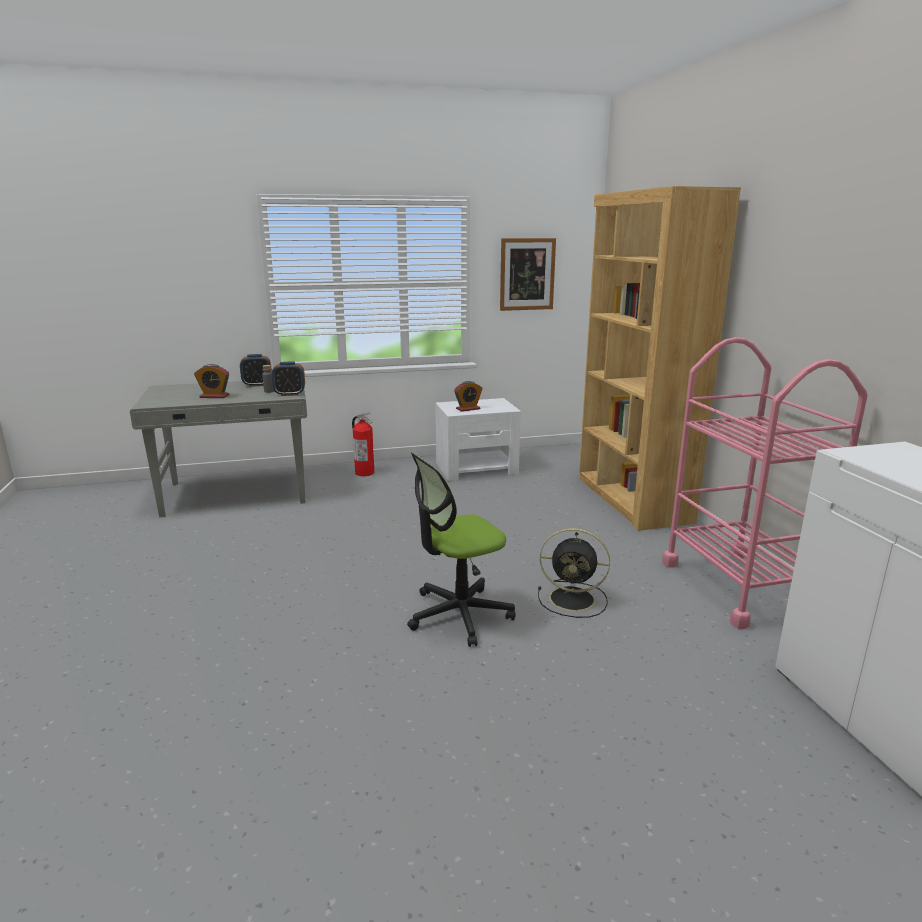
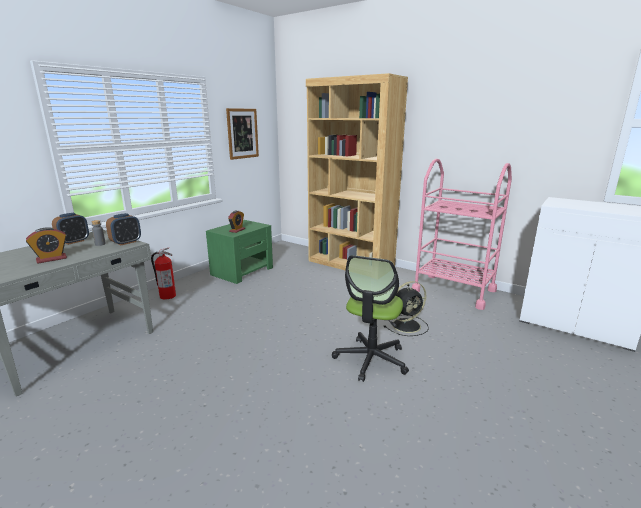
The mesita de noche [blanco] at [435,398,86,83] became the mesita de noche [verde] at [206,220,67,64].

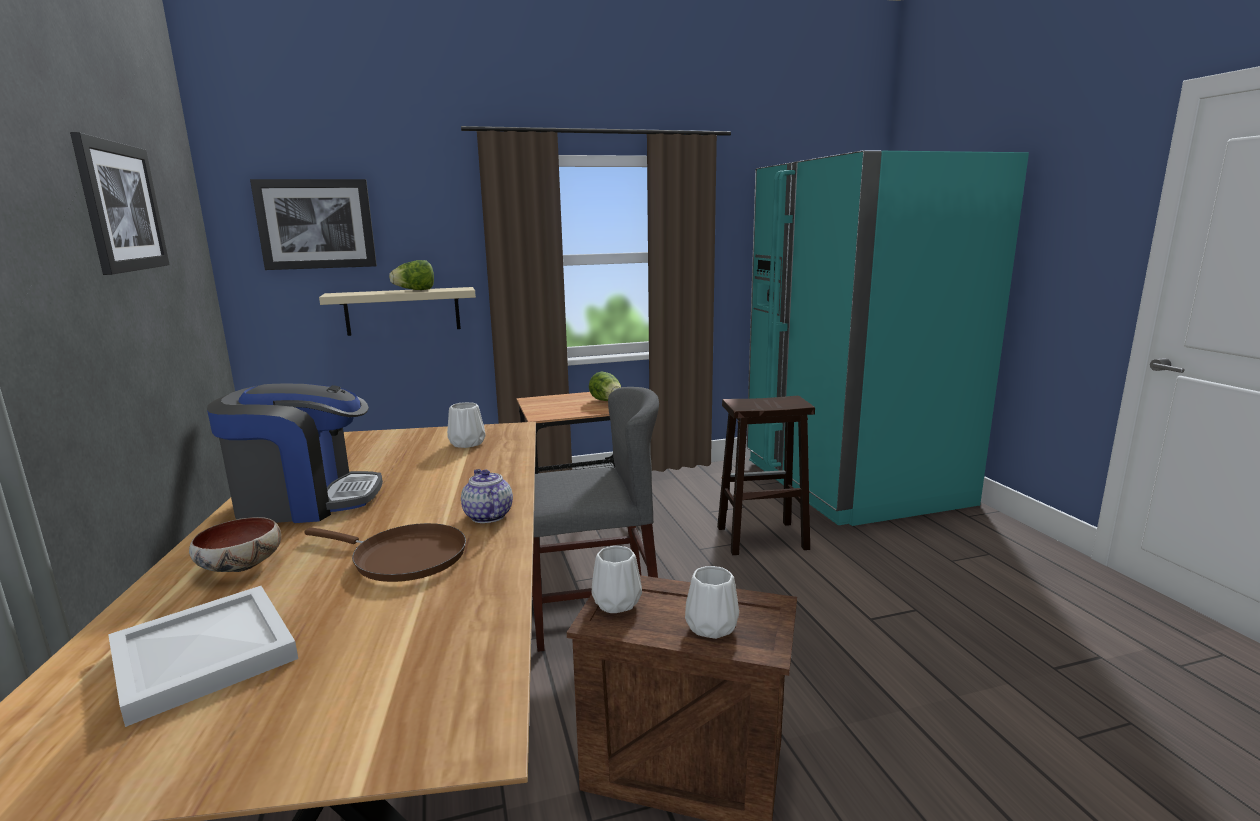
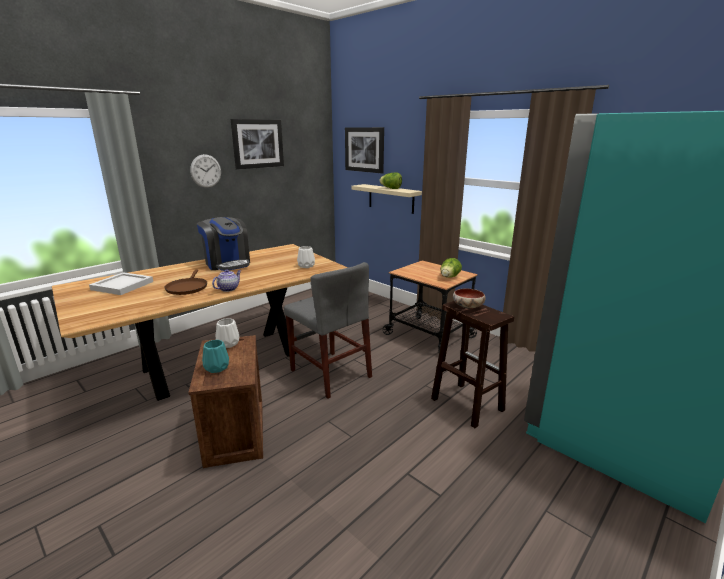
The cuenco moved from [189,517,92,55] to [453,288,32,21].
The florero [blanco] at [685,566,54,73] became the florero [turquesa] at [202,340,27,33].
The reloj de pared at [190,154,31,34] appeared.

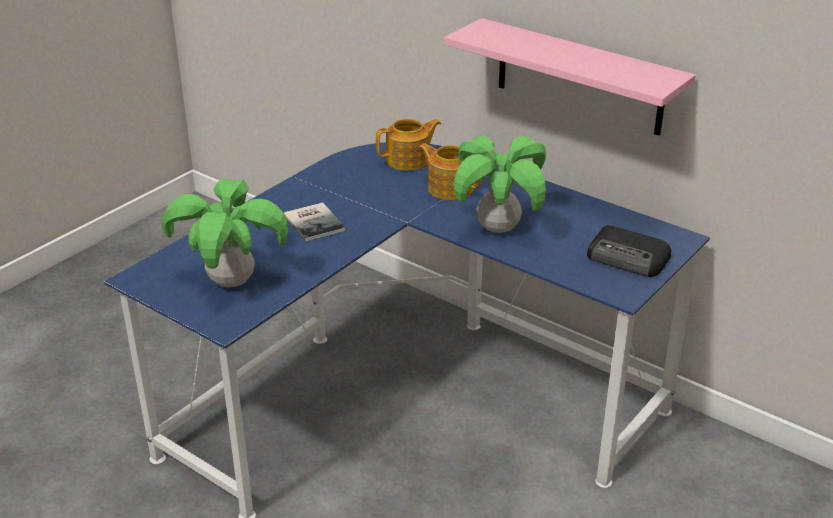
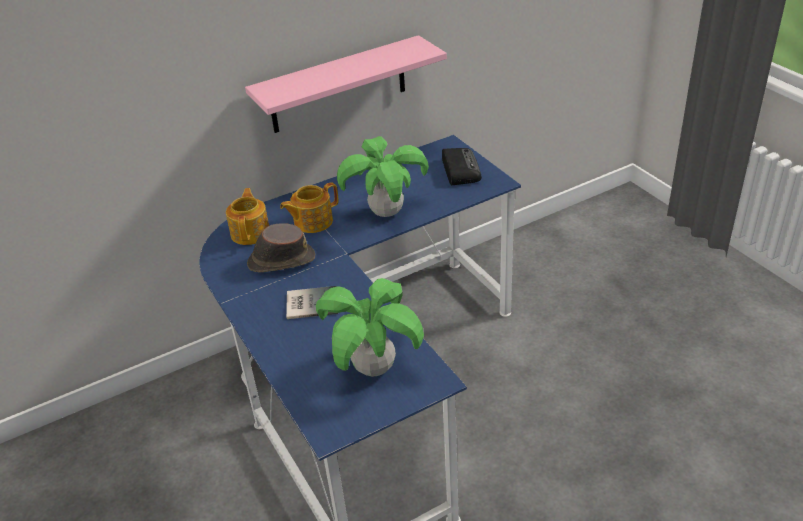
The radio at [587,225,84,52] turned 60 degrees counterclockwise.
The sombrero [marrón] at [247,223,68,50] appeared.

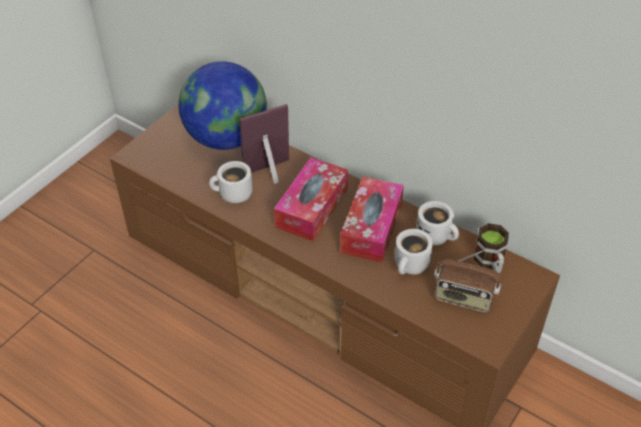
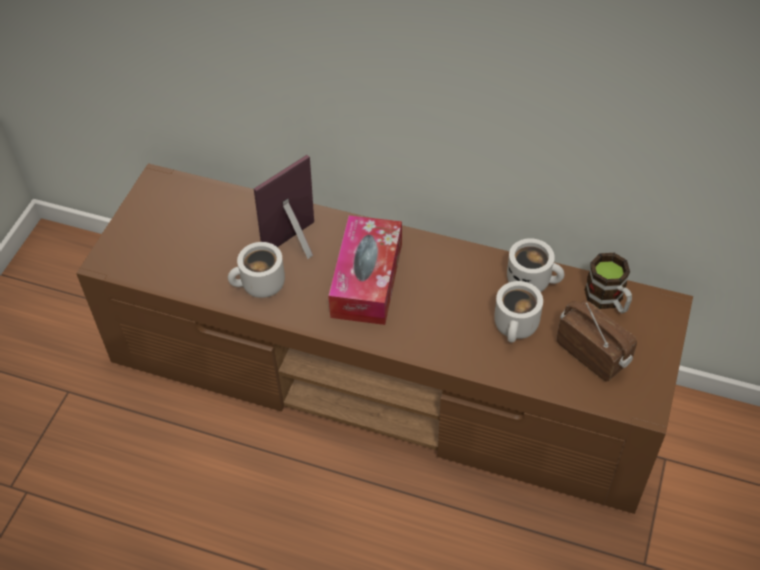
The globo terráqueo at [178,61,89,89] disappeared.
The caja de pañuelos at [340,177,64,86] disappeared.
The radio at [434,249,67,63] turned 135 degrees counterclockwise.

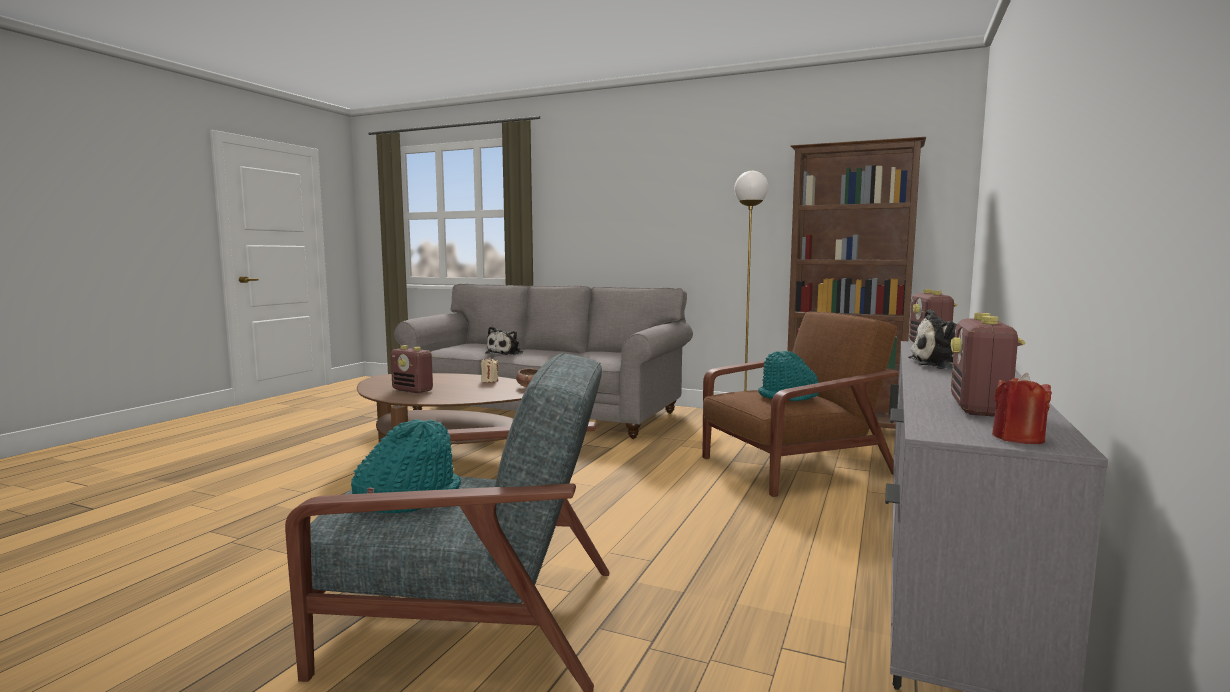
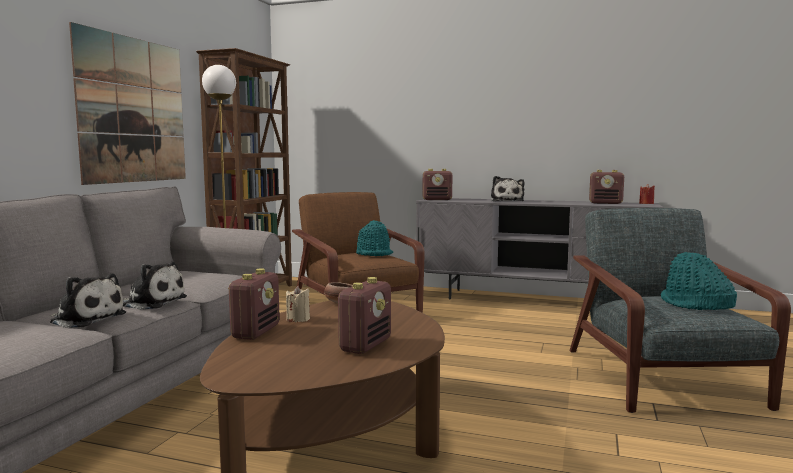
The cuadro at [69,22,117,163] appeared.
The peluche at [123,262,64,48] appeared.
The radio at [228,268,52,72] appeared.

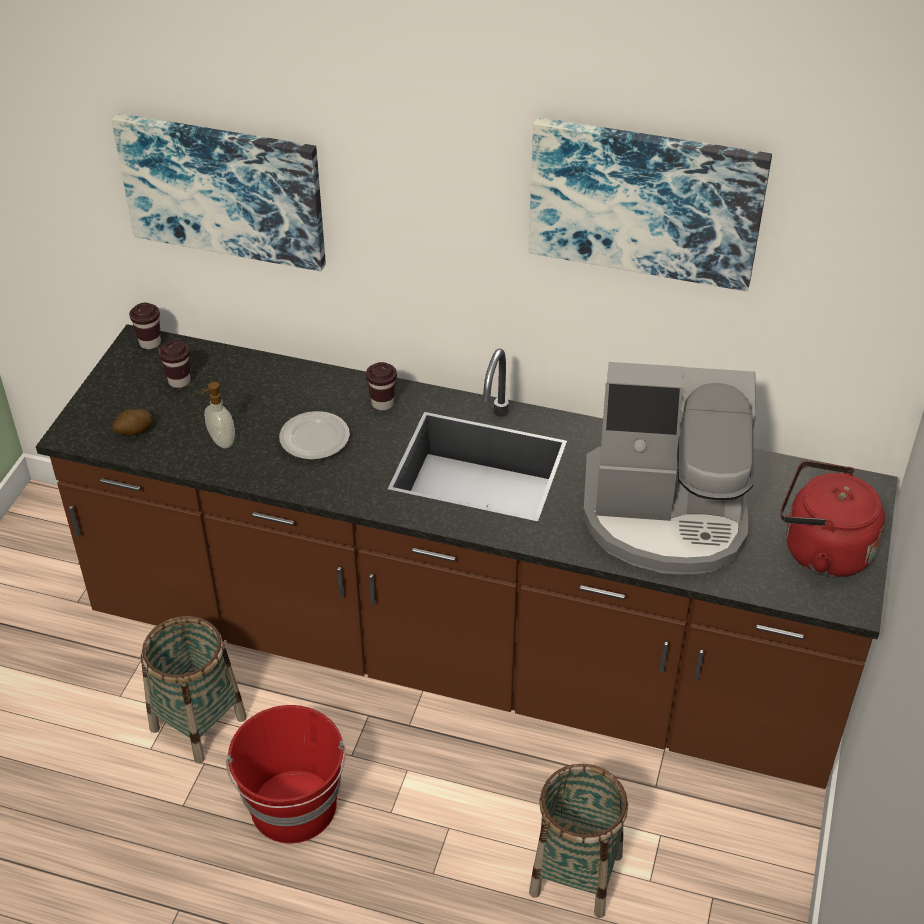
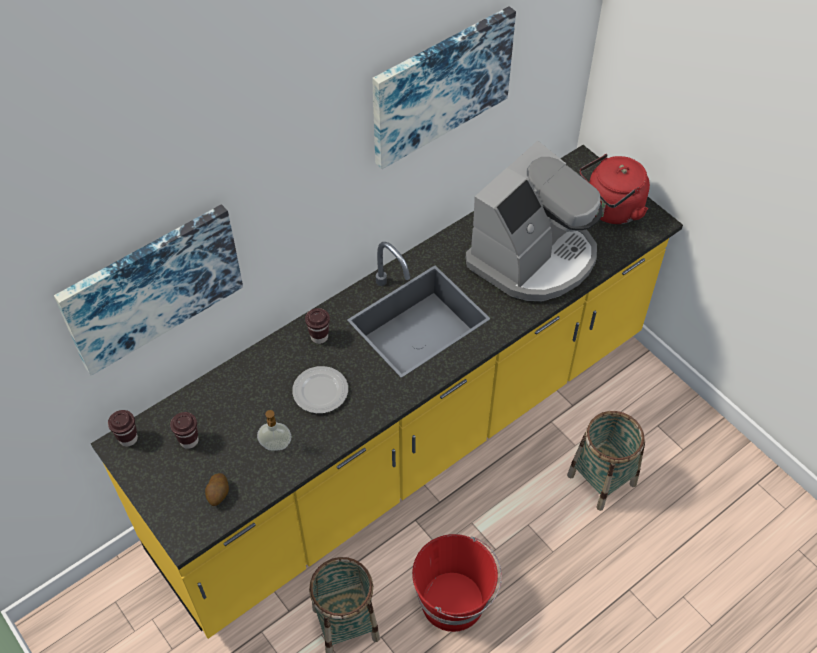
The mueble bajo de cocina [marrón] at [36,324,862,465] became the mueble bajo de cocina [amarillo] at [91,145,592,494].

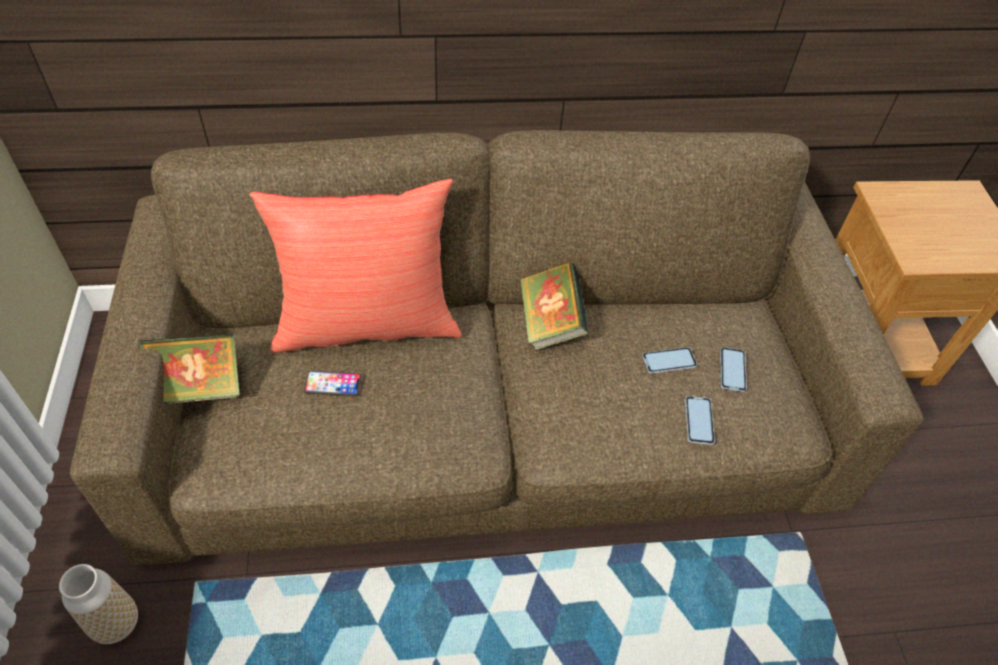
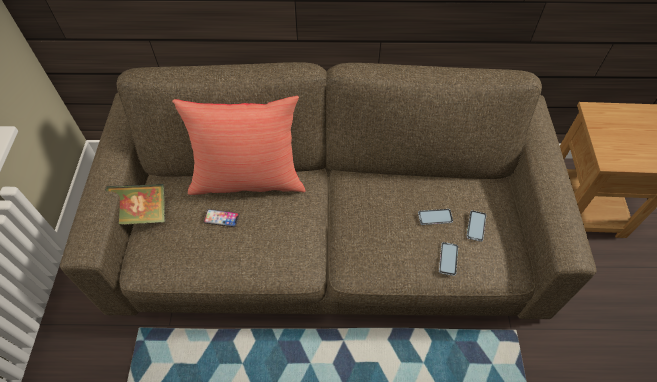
The libro at [520,263,69,87] disappeared.
The florero at [59,564,79,80] disappeared.

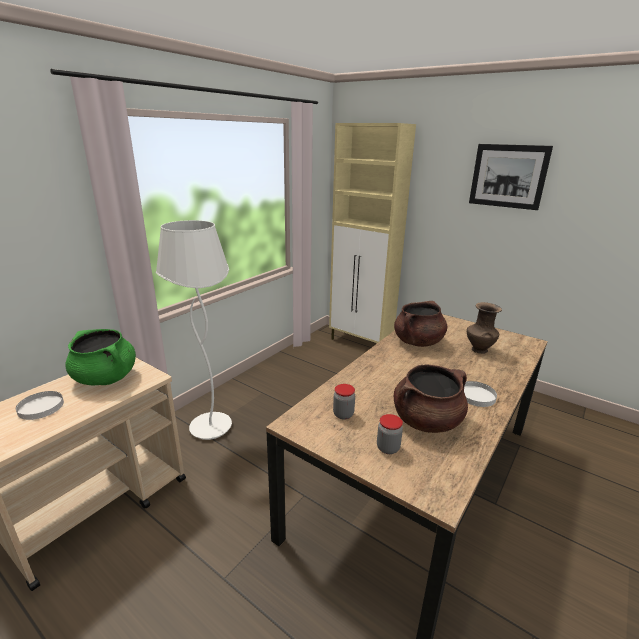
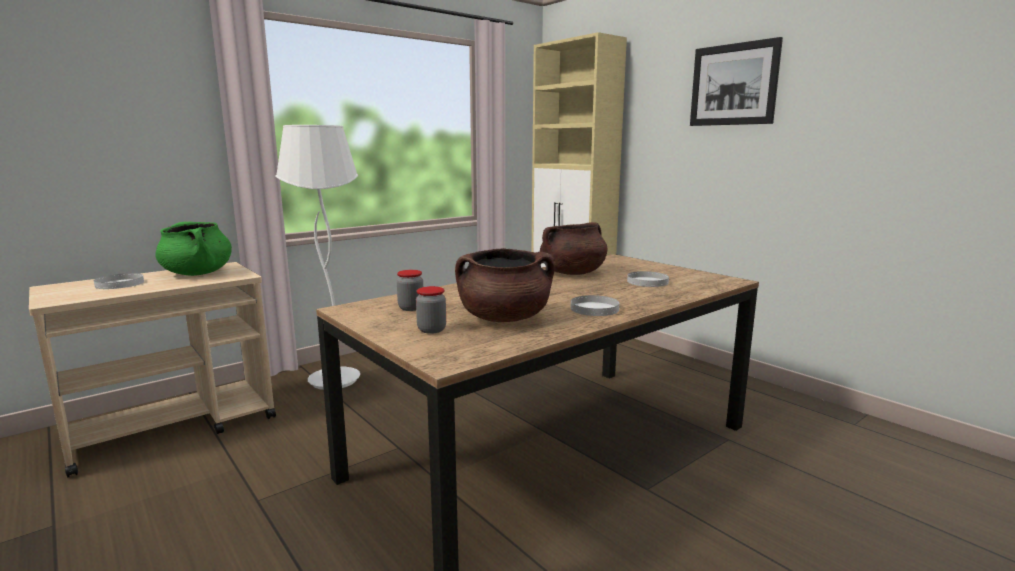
The florero [marrón] at [467,302,35,52] was replaced by the plato [blanco] at [627,271,42,16].

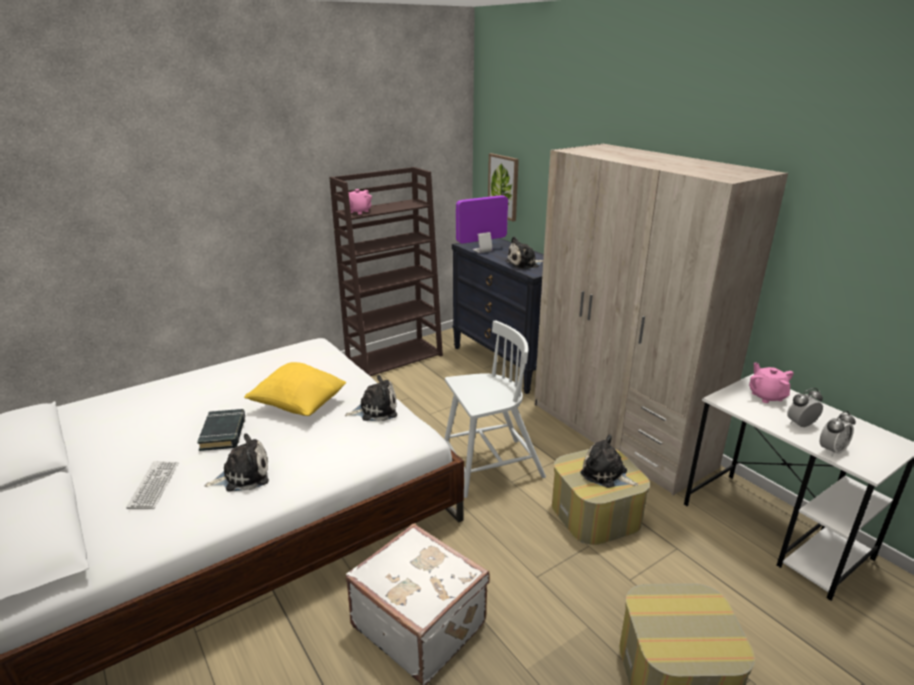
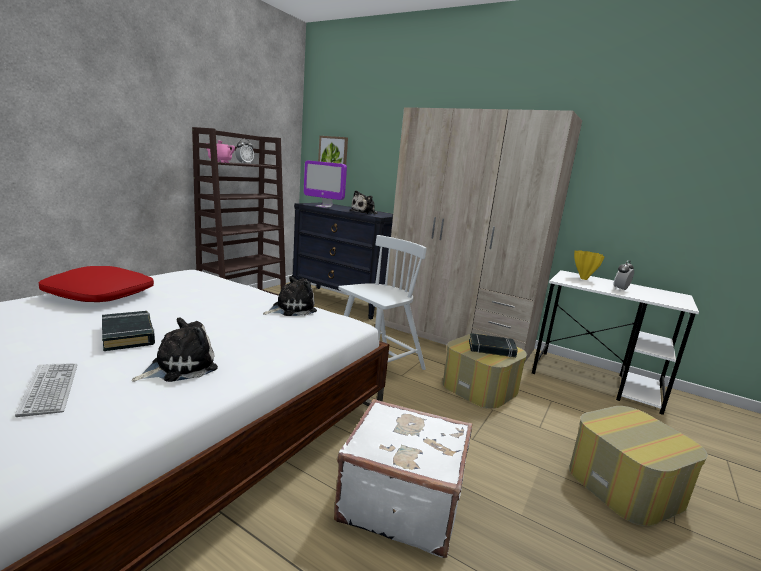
The monitor at [456,195,52,58] turned 105 degrees counterclockwise.
The cojín [amarillo] at [244,362,102,54] disappeared.
The tetera [rosa] at [749,363,45,40] was replaced by the florero [amarillo] at [574,250,31,30].
The despertador moved from [820,411,36,45] to [235,139,19,25].
The peluche at [580,435,59,53] was replaced by the libro [negro] at [469,333,49,25].
The cojín [rojo] at [39,266,115,36] appeared.

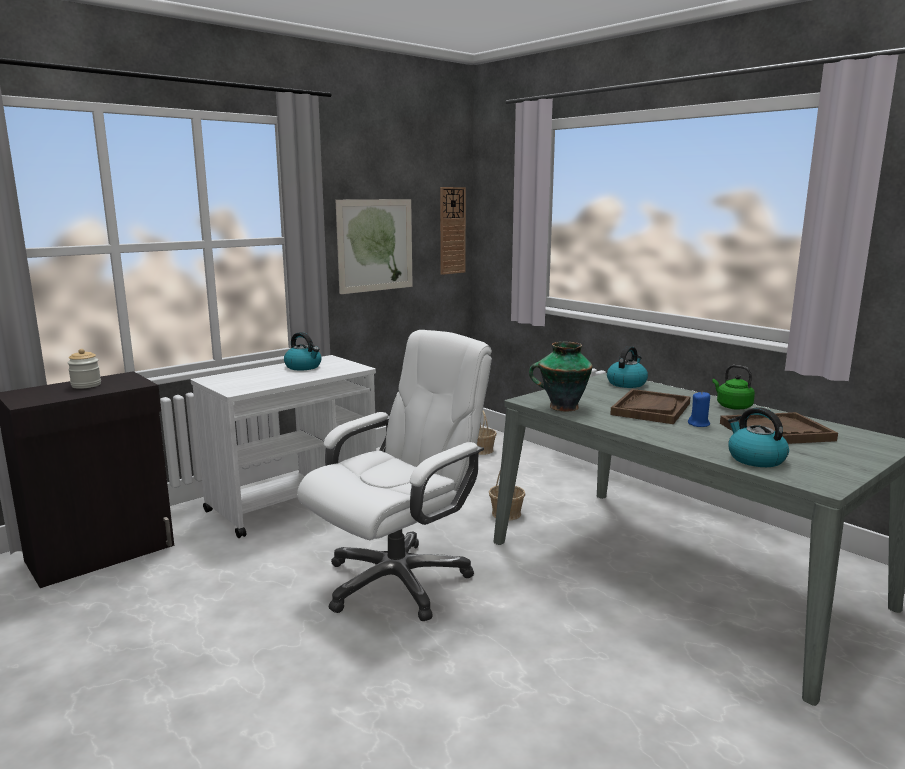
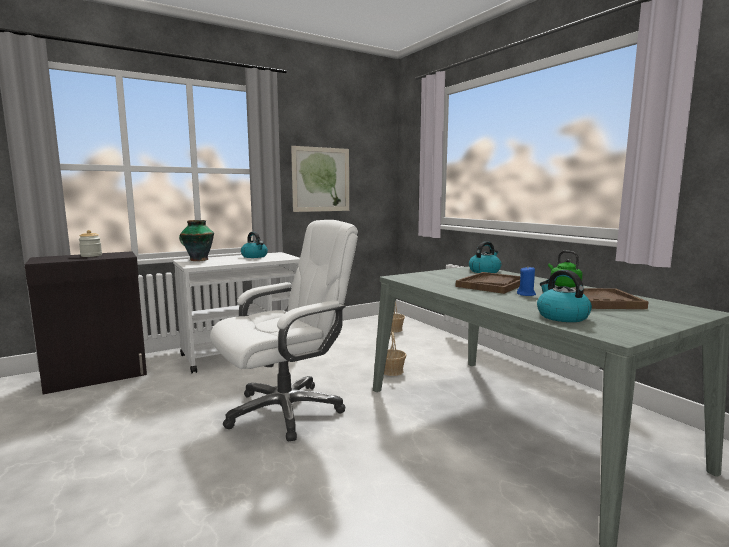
The reloj de pared at [440,187,26,88] disappeared.
The florero moved from [529,342,64,69] to [179,220,35,41].

